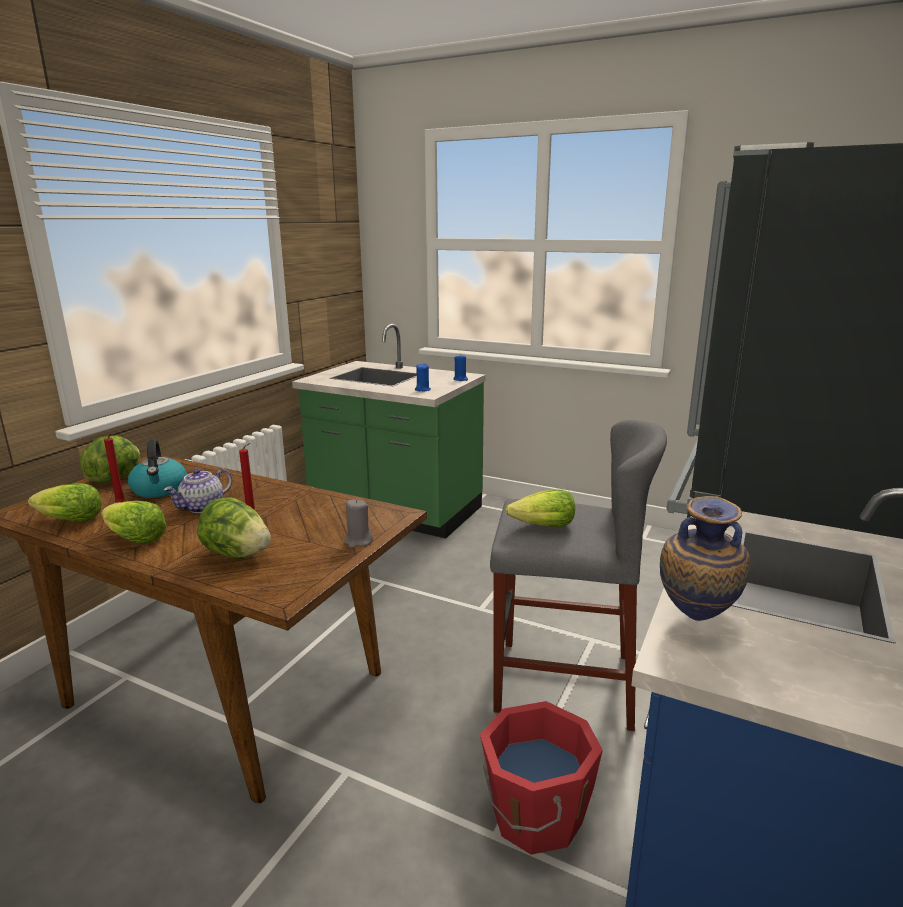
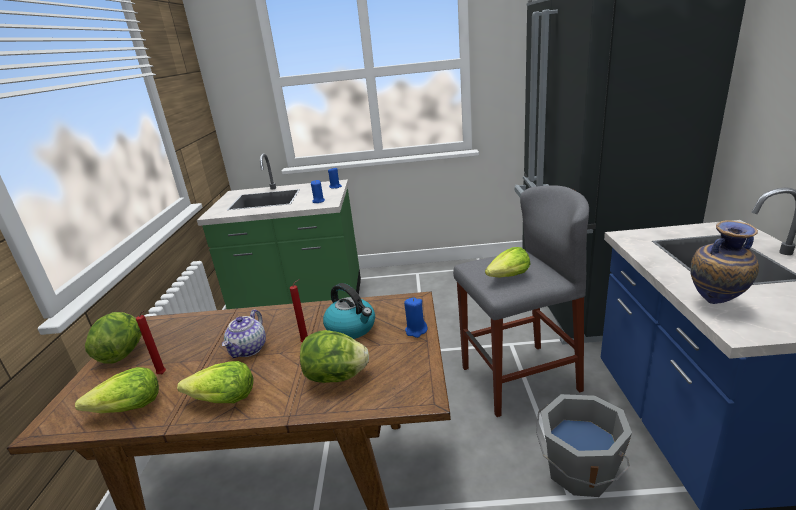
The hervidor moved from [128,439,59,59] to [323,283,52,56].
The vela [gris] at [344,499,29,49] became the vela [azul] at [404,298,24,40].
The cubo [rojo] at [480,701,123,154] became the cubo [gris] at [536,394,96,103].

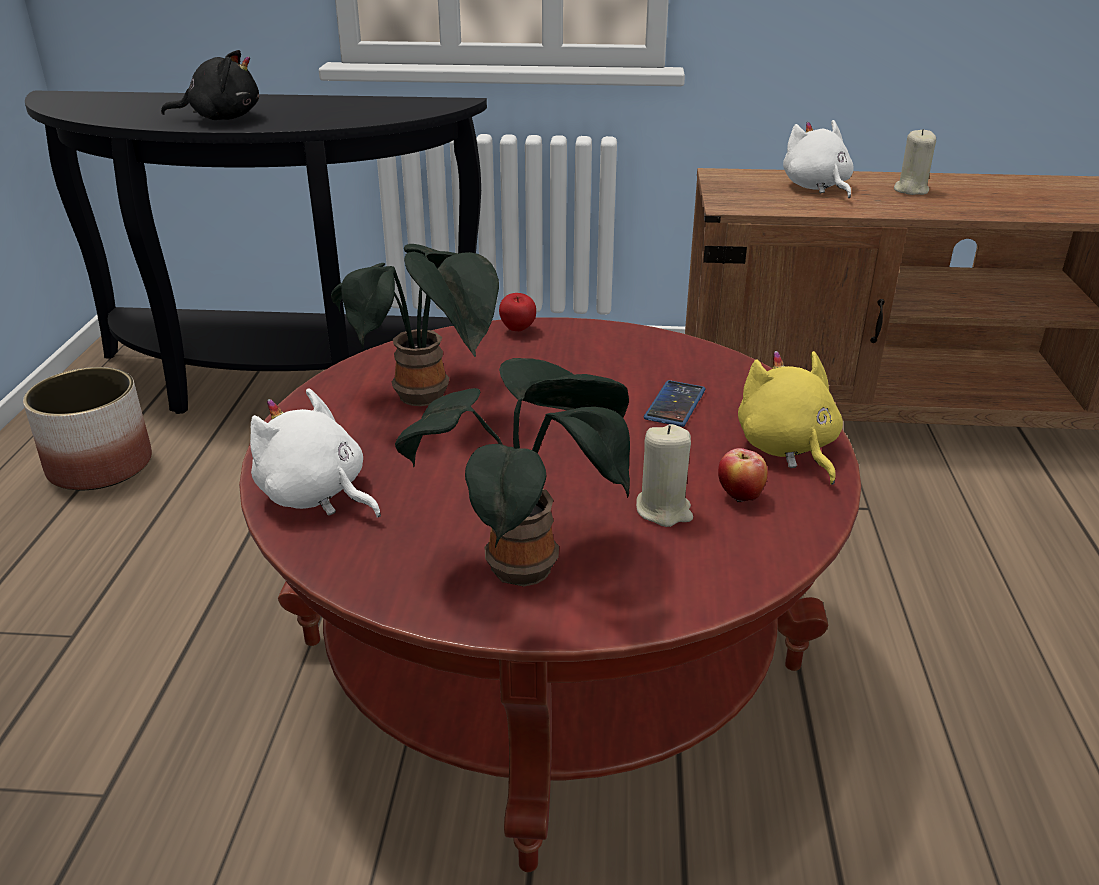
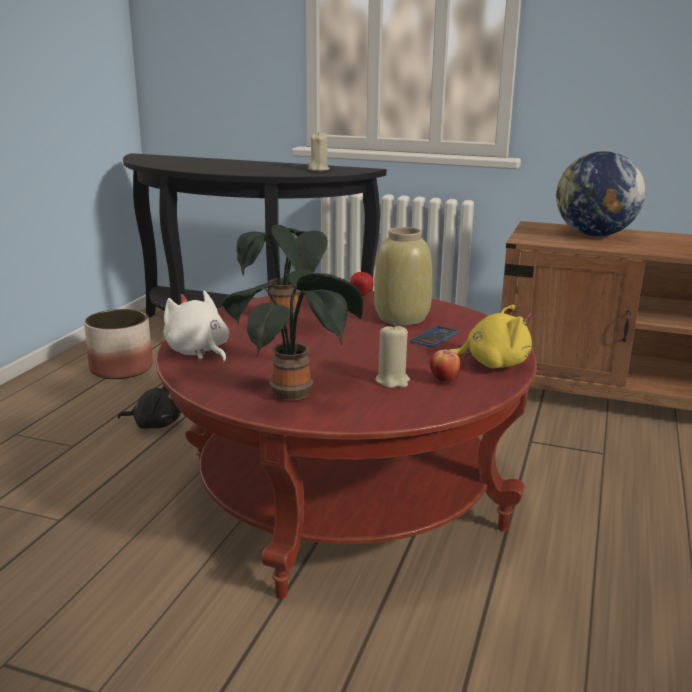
The peluche [negro] moved from [161,50,98,70] to [118,386,63,43].
The peluche [blanco] at [783,120,71,78] was replaced by the globo terráqueo at [556,151,89,85].
The vela [beis] moved from [894,129,42,66] to [308,132,22,39].
The peluche [amarillo] at [738,351,105,134] turned 90 degrees clockwise.
The florero [beis] at [374,227,58,98] appeared.

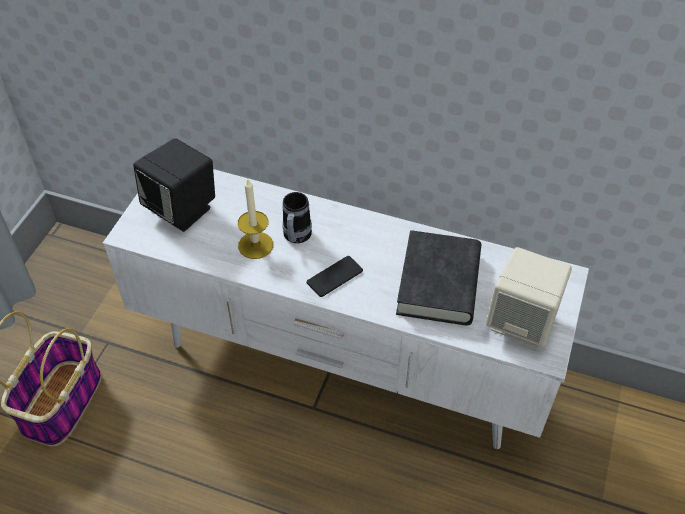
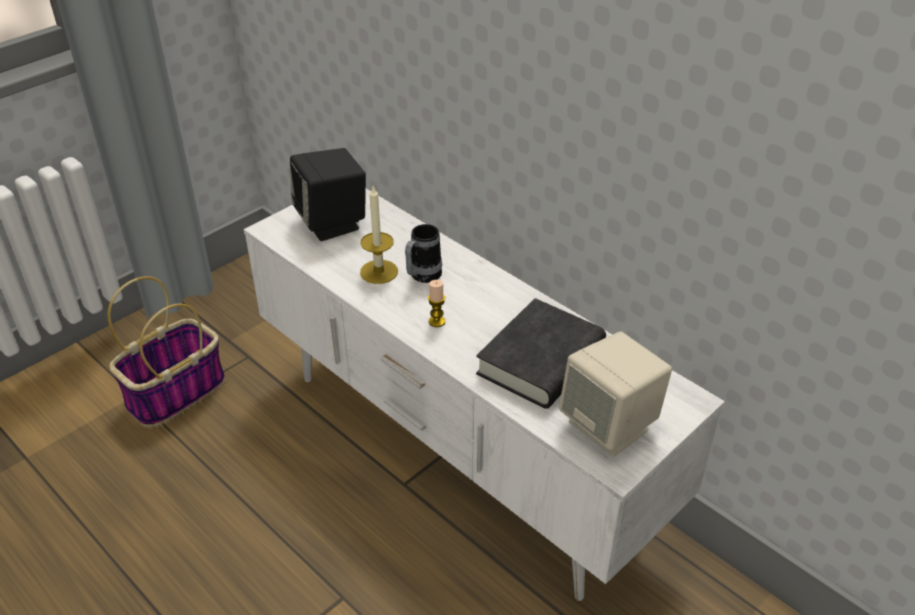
The móvil at [306,256,57,41] was replaced by the vela at [428,280,17,47].

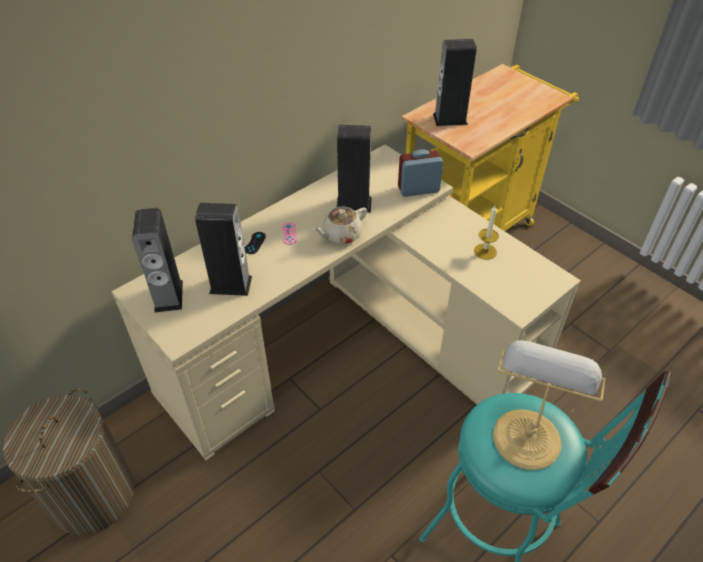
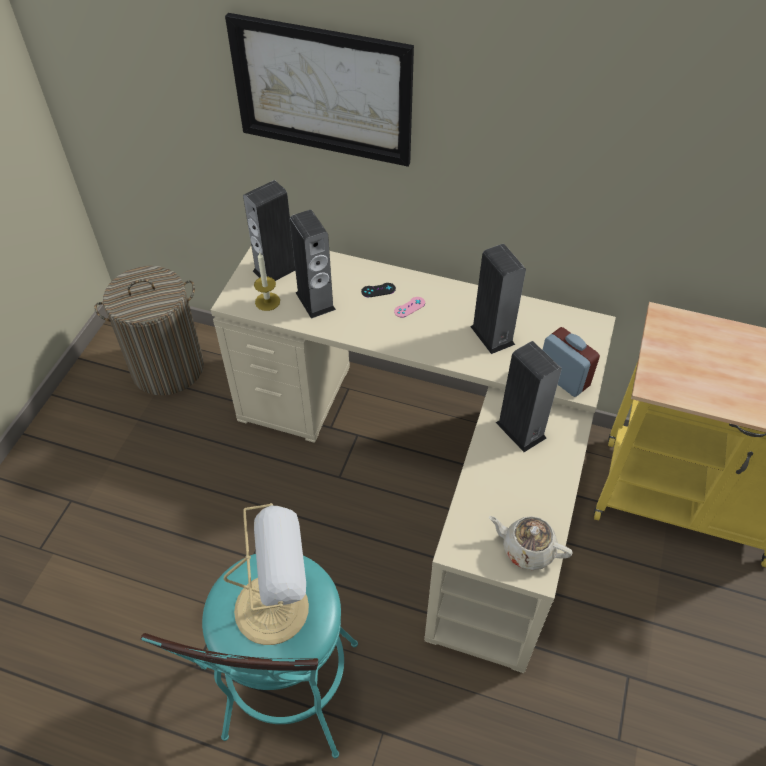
The altavoz moved from [433,39,44,87] to [496,341,66,111].
The vela moved from [474,205,25,55] to [254,252,26,59].
The tetera [beis] moved from [313,207,54,37] to [489,516,83,54].
The cuadro at [225,13,189,154] appeared.

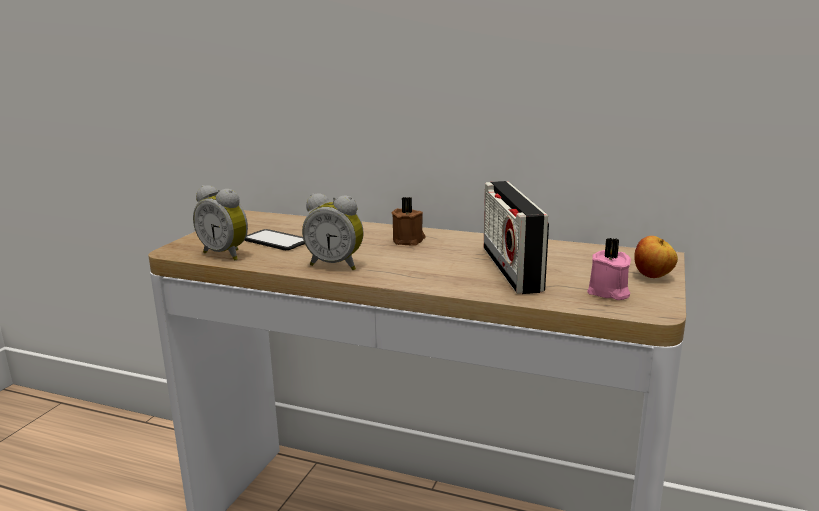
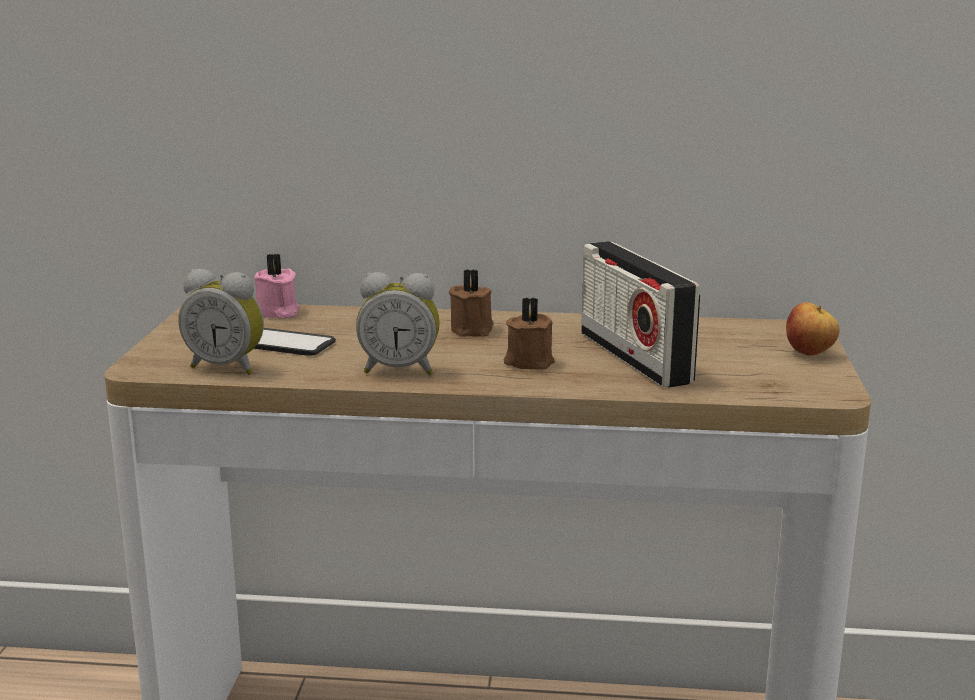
The vela [rosa] moved from [587,238,44,62] to [254,253,45,66].
The vela [marrón] at [504,297,51,73] appeared.

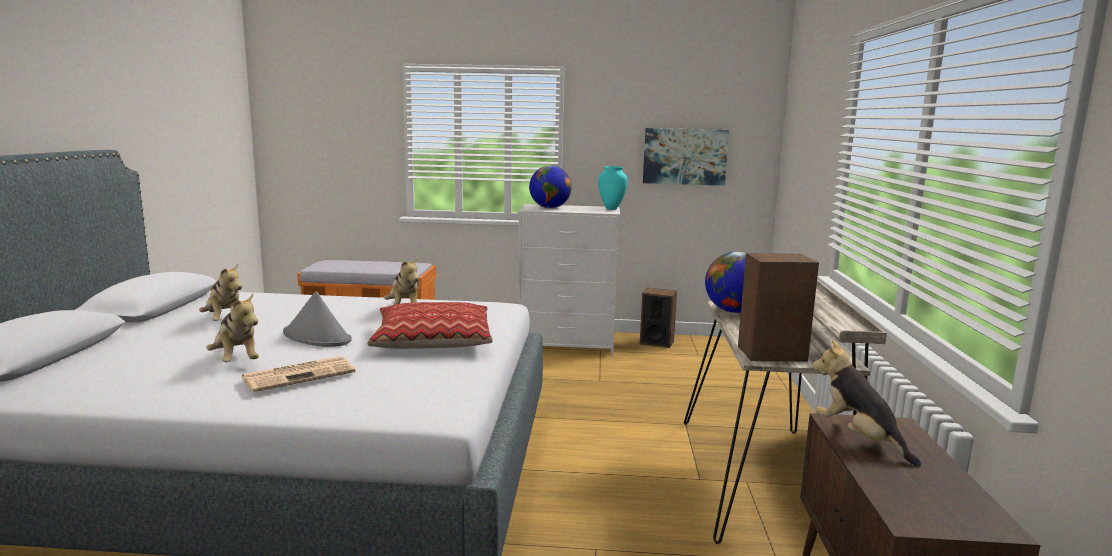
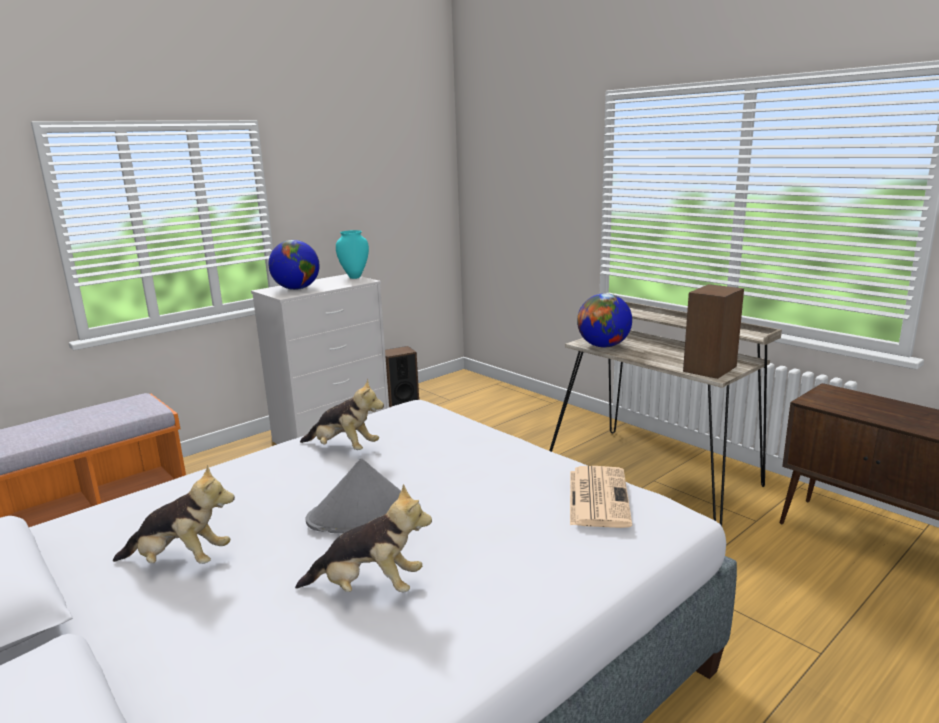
The cuadro at [643,128,86,58] disappeared.
The cojín at [367,302,126,47] disappeared.
The peluche at [812,340,109,126] disappeared.
The periódico moved from [242,356,113,36] to [570,466,62,62].

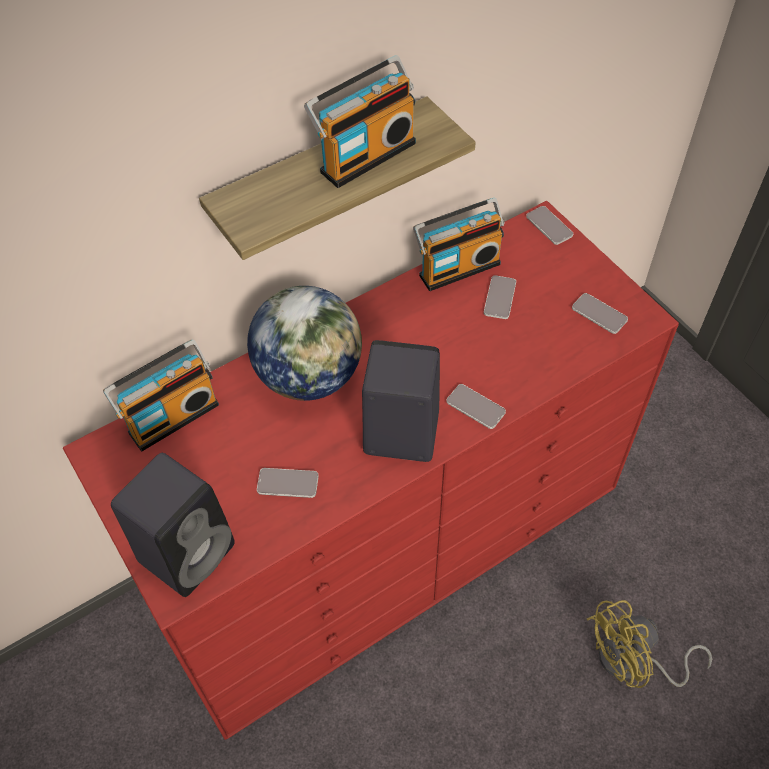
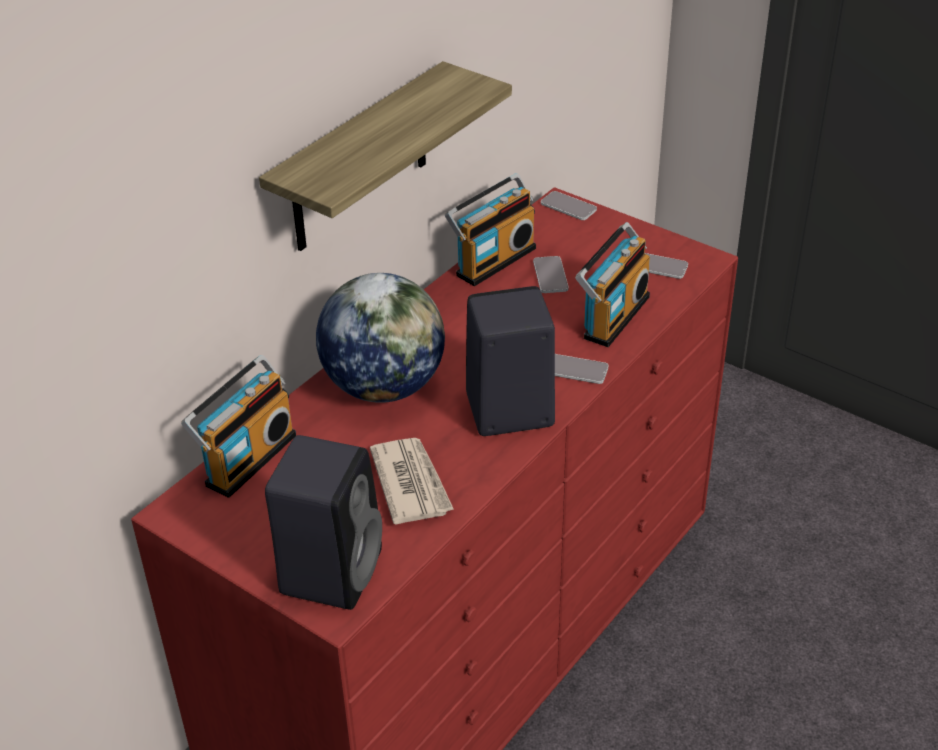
The radio moved from [304,55,112,133] to [575,222,75,125].
The móvil at [257,468,62,30] was replaced by the periódico at [370,438,84,87].
The ventilador [amarillo] at [587,600,125,88] disappeared.

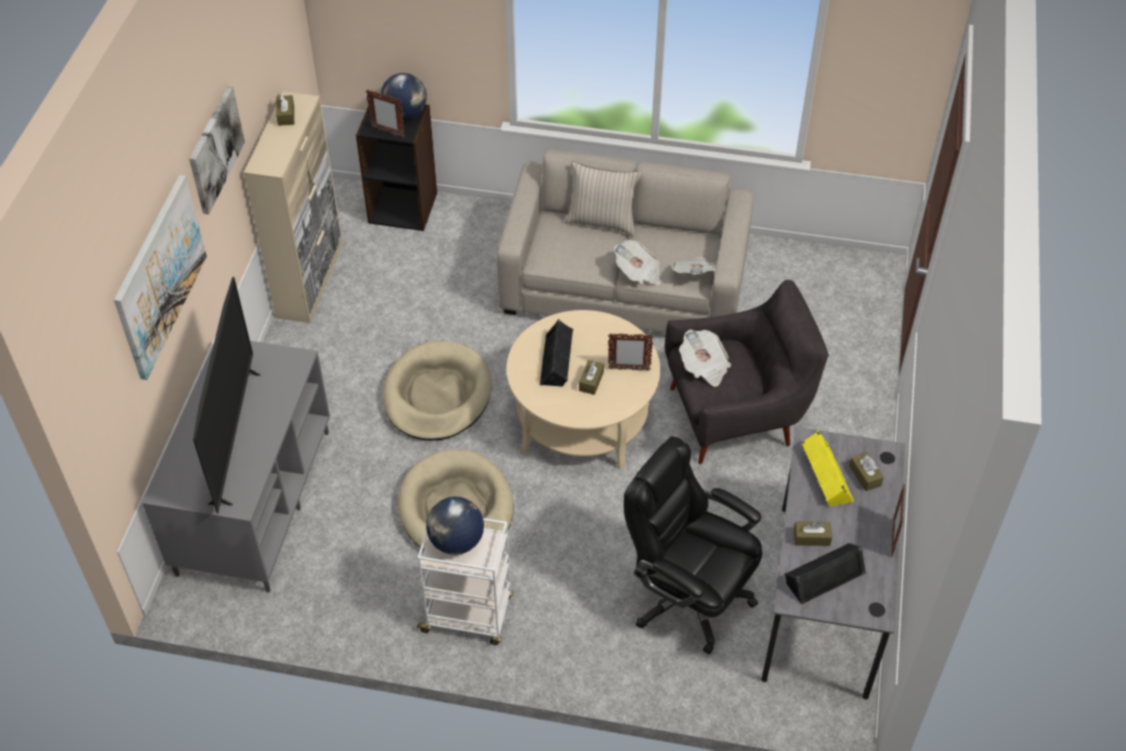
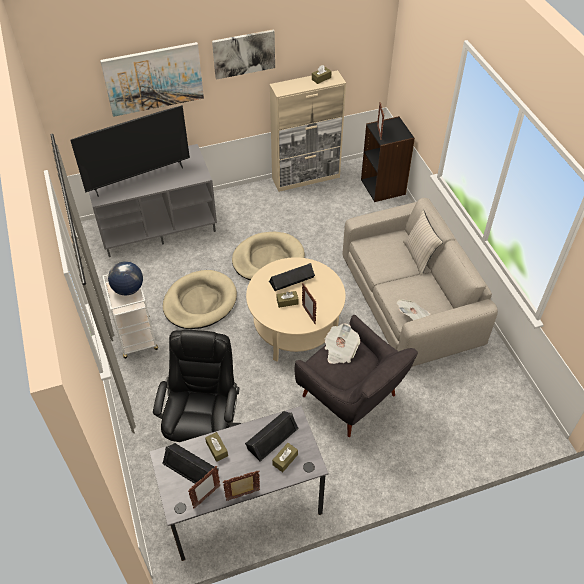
The globo terráqueo at [381,73,46,47] disappeared.
The periódico at [614,240,47,45] disappeared.
The altavoz [amarillo] at [801,430,53,76] became the altavoz [negro] at [245,411,54,51].
The portarretratos at [188,466,32,43] appeared.

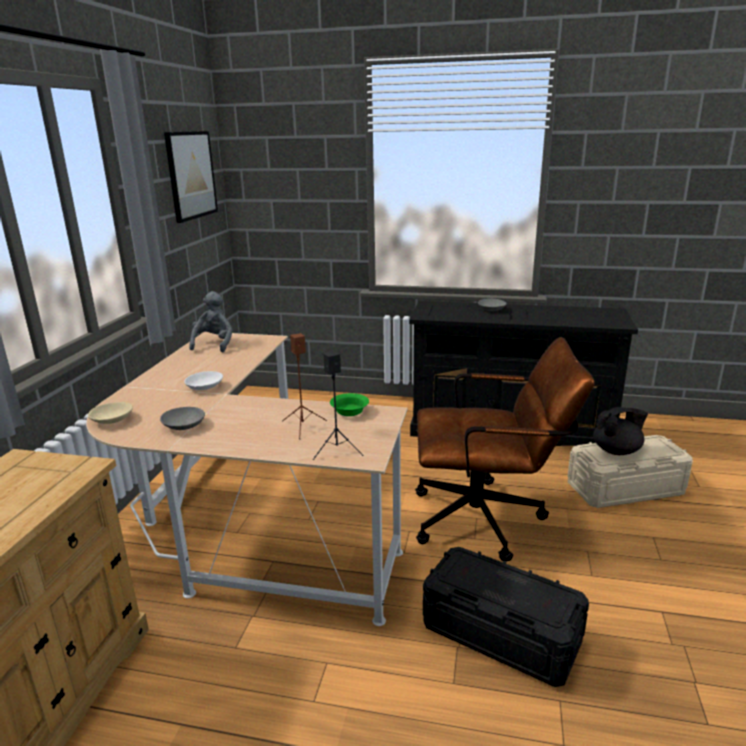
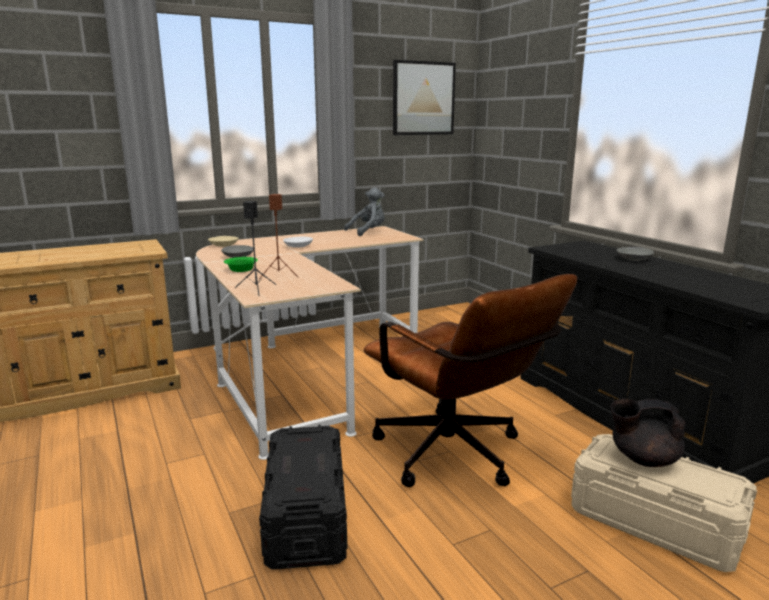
The cuenco [verde] moved from [330,393,39,23] to [224,257,34,15].
The tetera [negro] at [593,407,55,48] turned 150 degrees clockwise.

